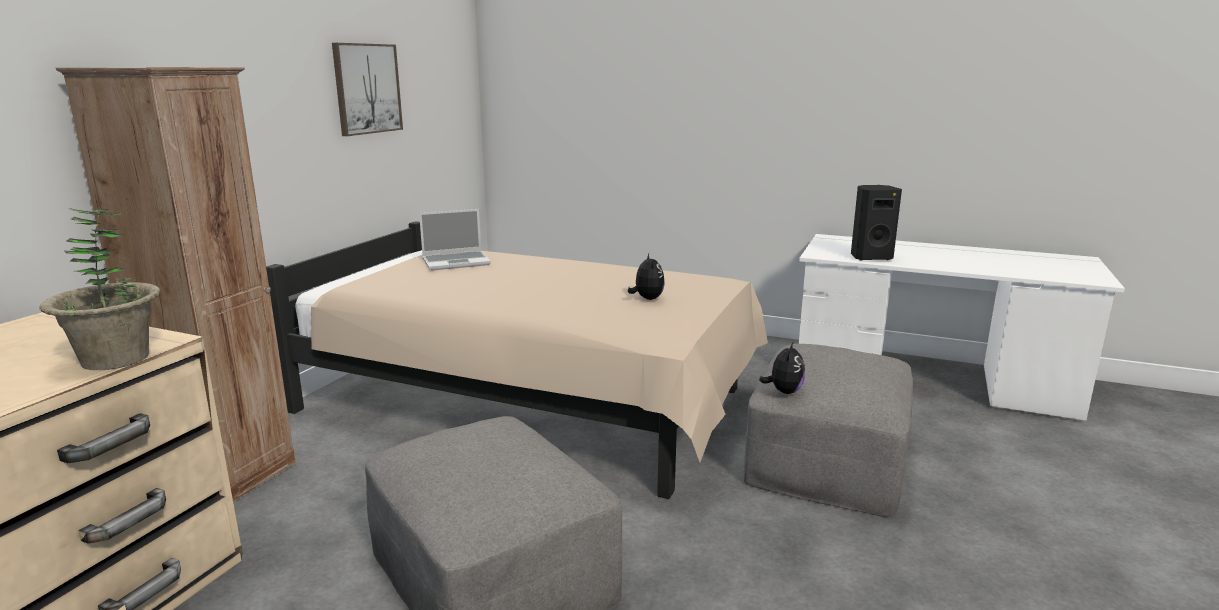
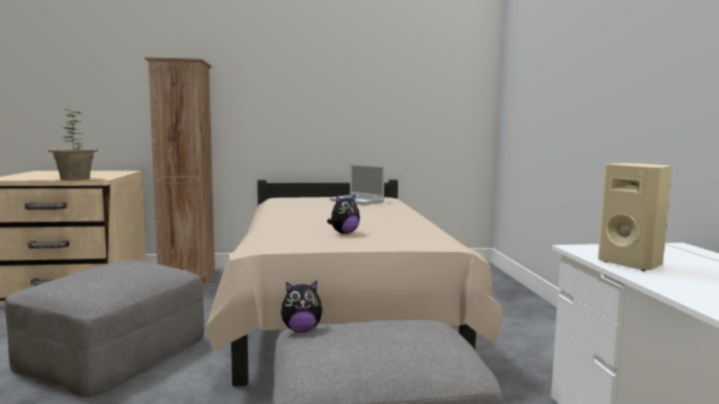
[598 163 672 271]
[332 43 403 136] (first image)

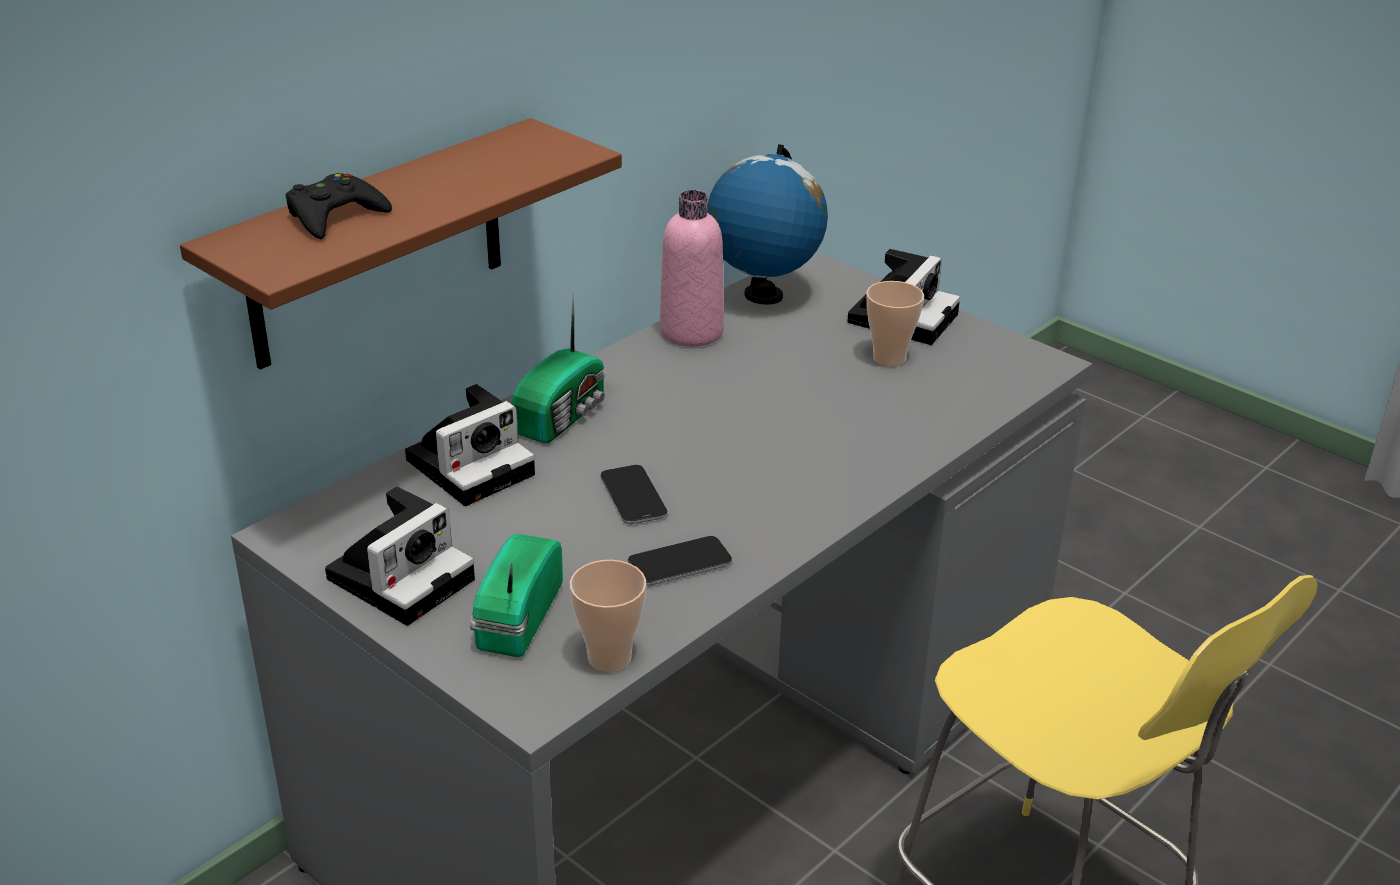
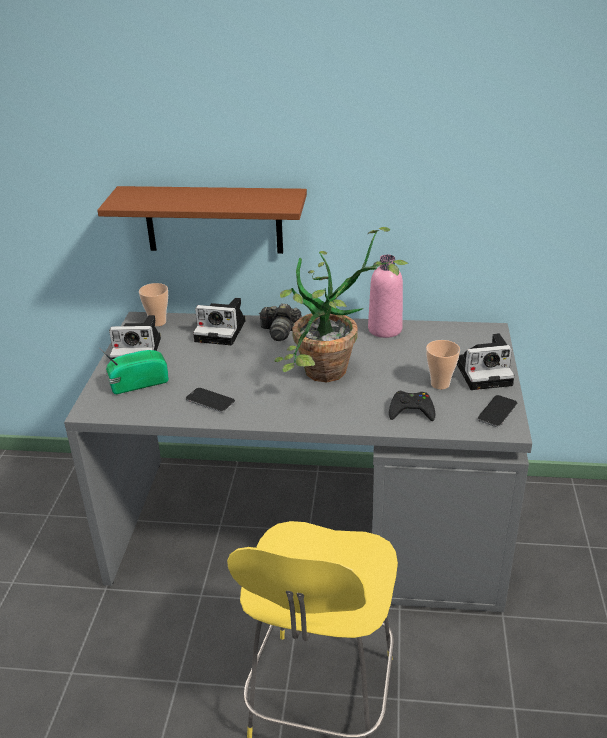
[139 283 168 326]
[259 303 302 341]
[274 227 409 382]
[389 391 436 421]
[478 395 517 427]
[707 144 828 305] (first image)

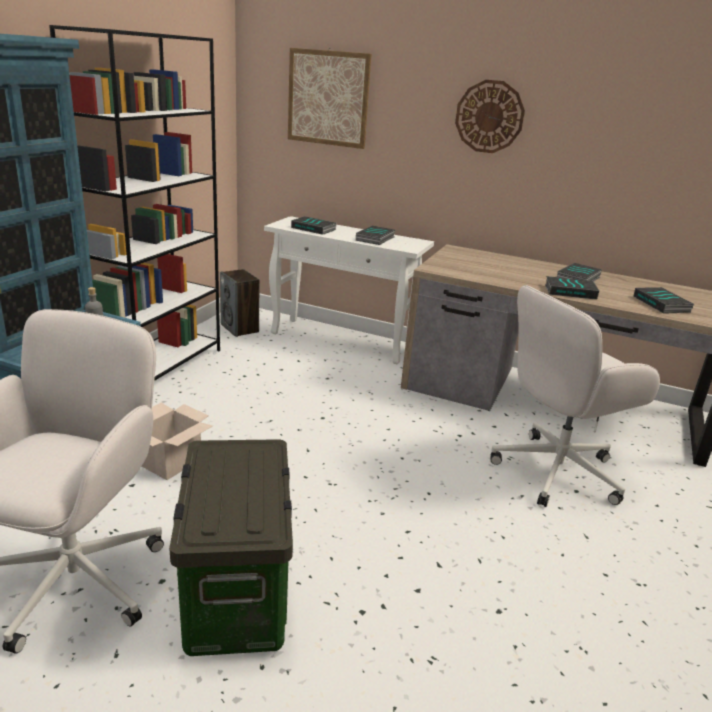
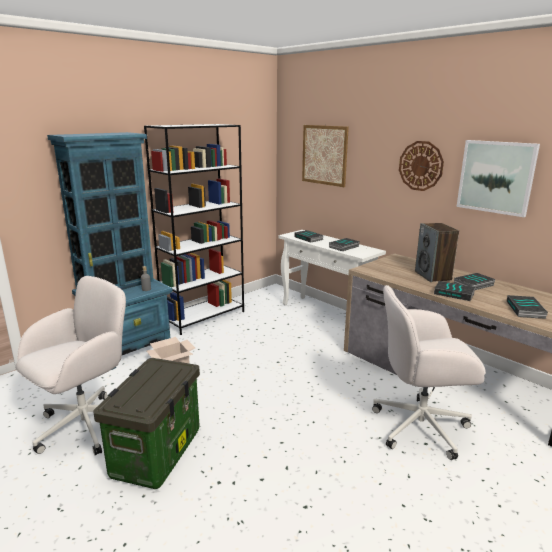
[415 223 459 282]
[456 140 540 217]

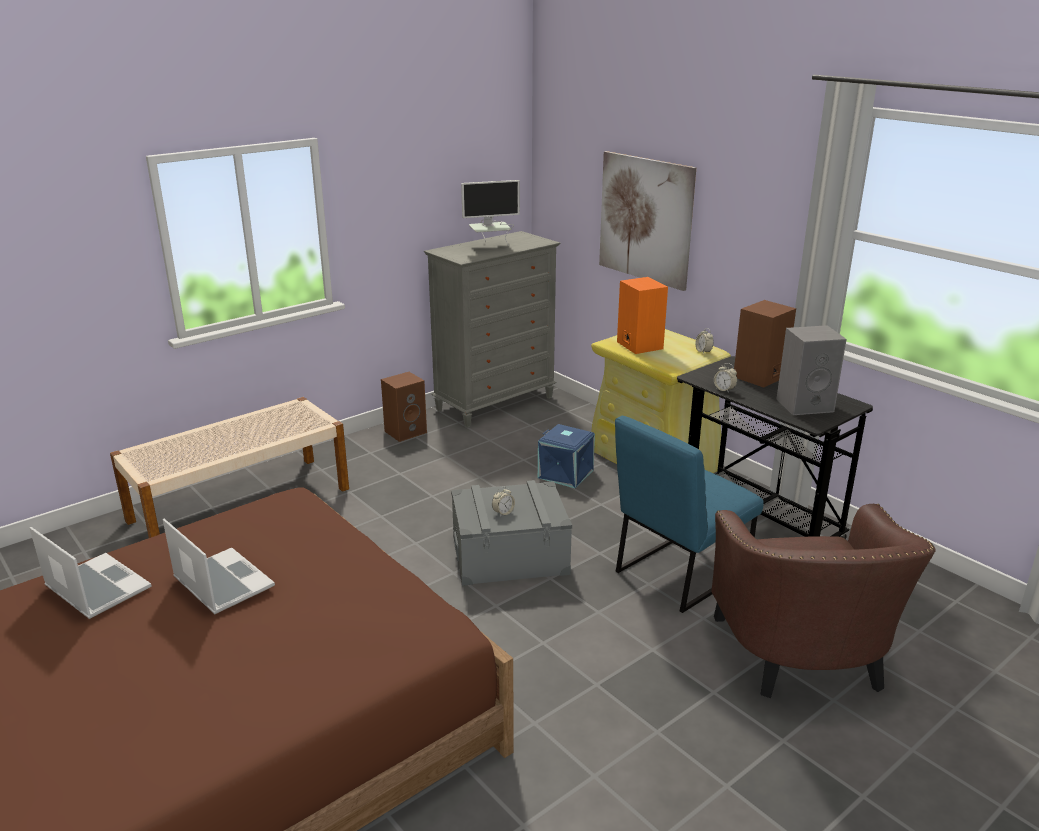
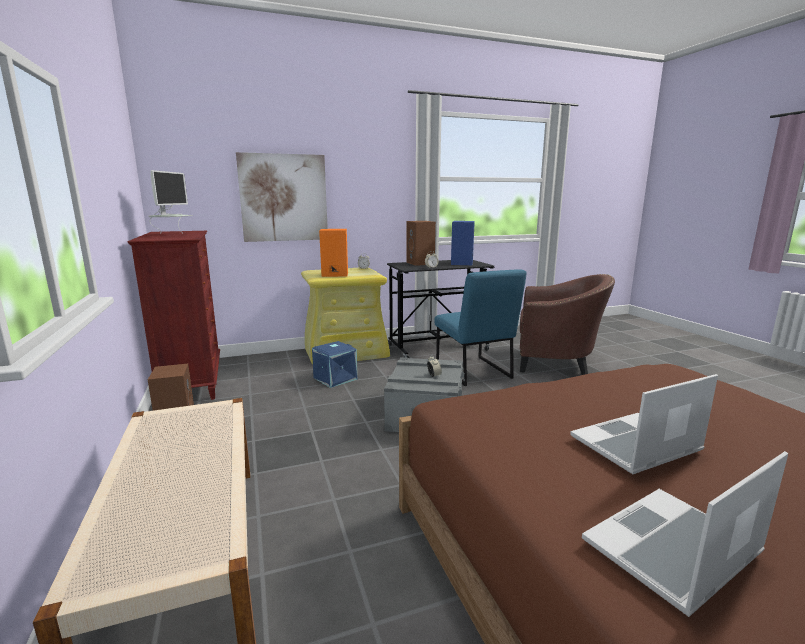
[127 231 220 400]
[451 221 475 265]

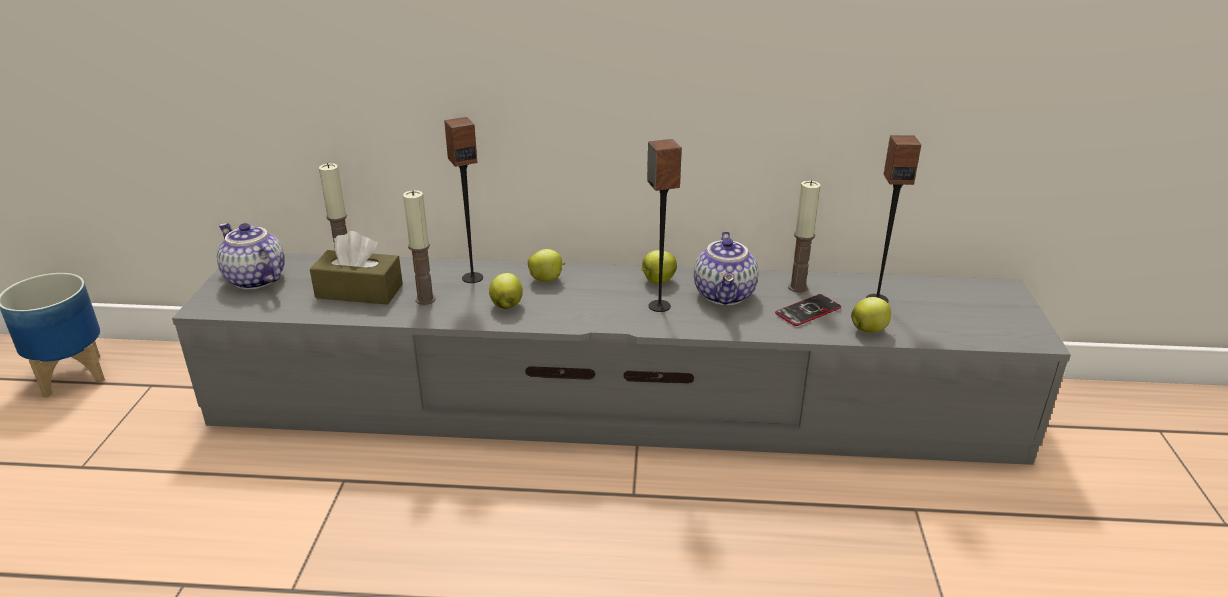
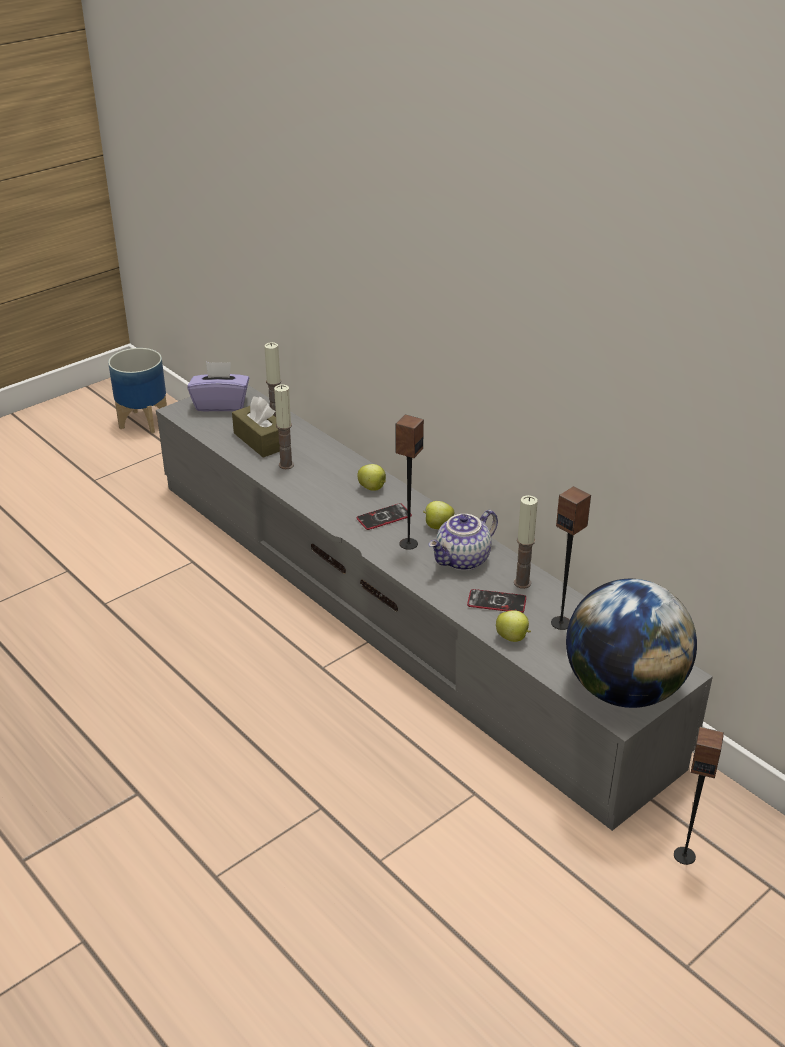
[187 362 249 411]
[357 503 412 530]
[566 579 697 708]
[674 727 724 865]
[489 273 523 309] (first image)

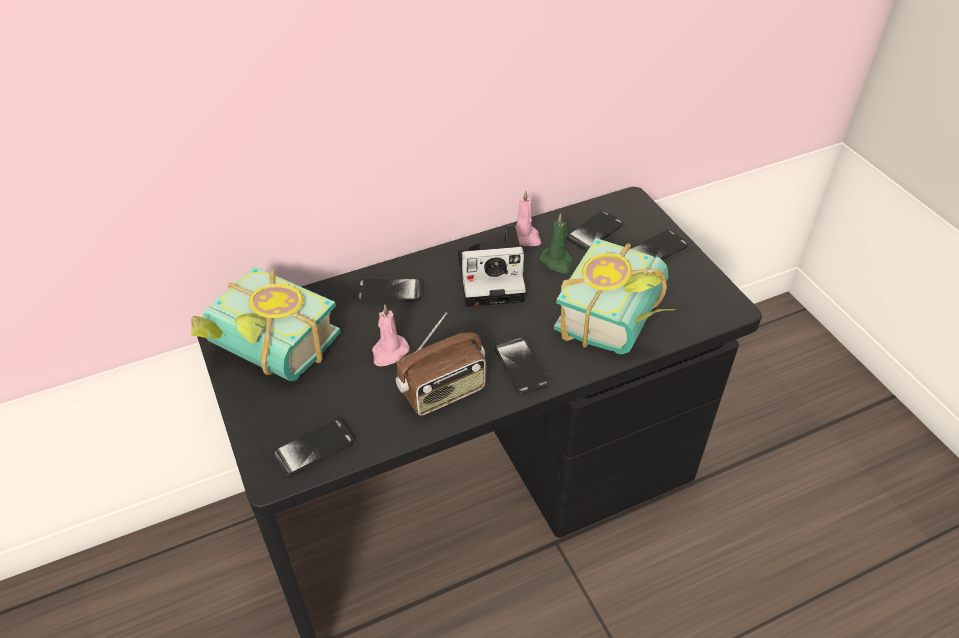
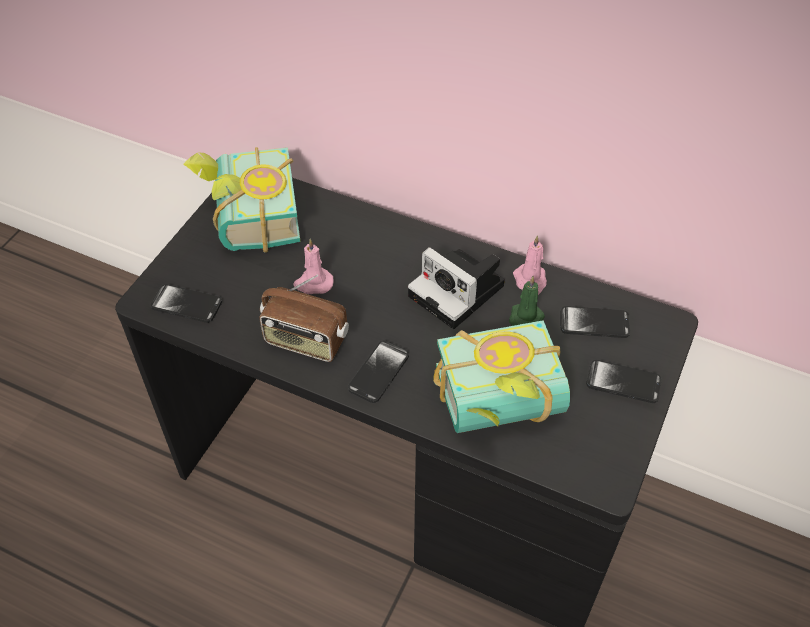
[357 278 422 303] (first image)

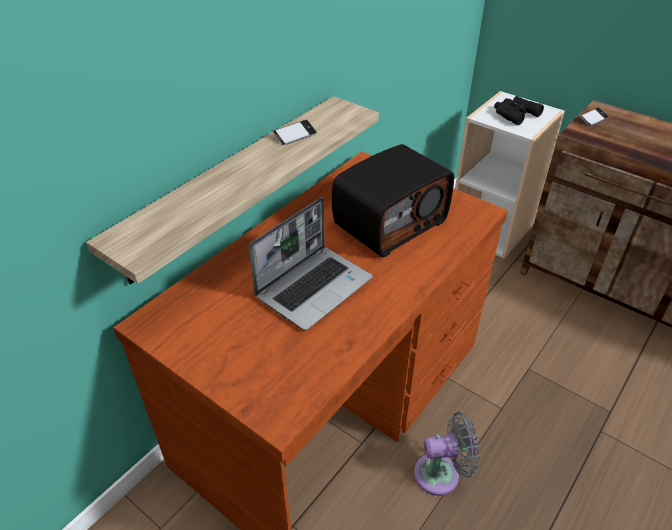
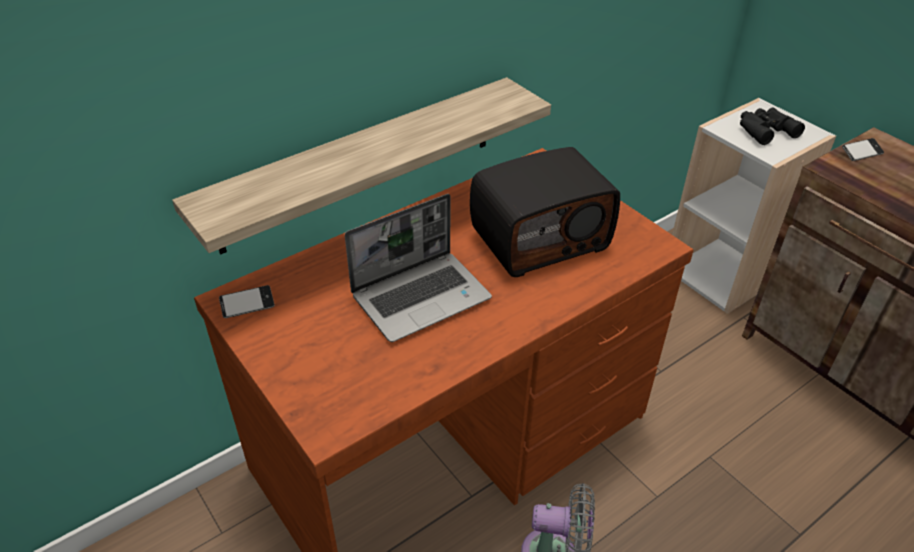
[219 285 275 318]

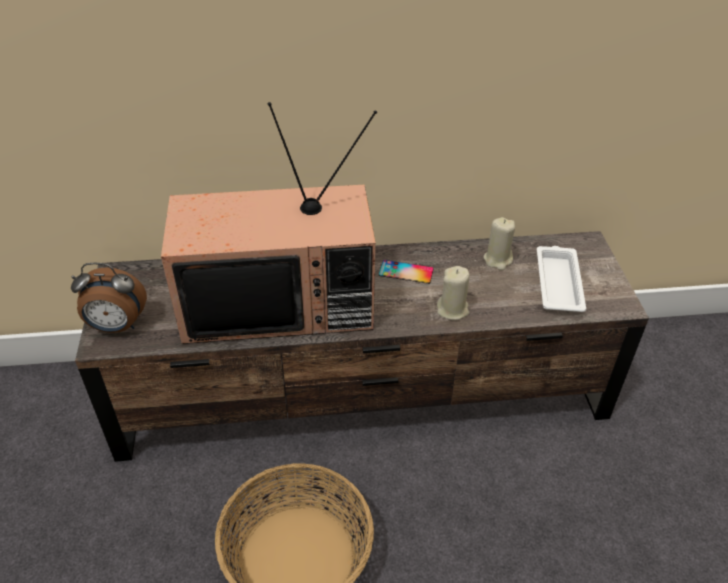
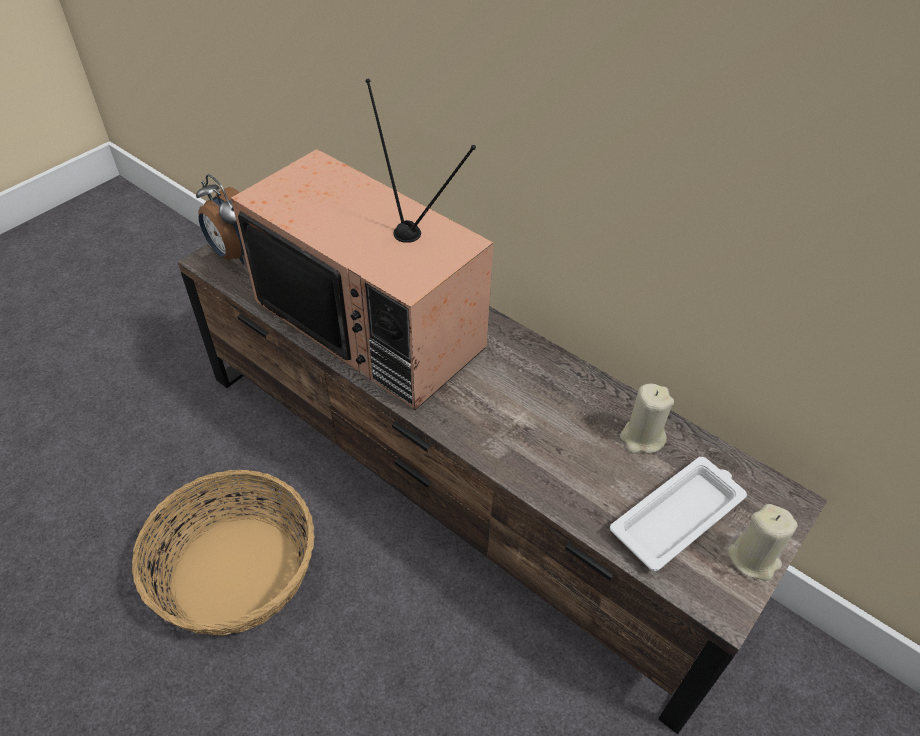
[728 504 798 580]
[379 260 434 284] (first image)

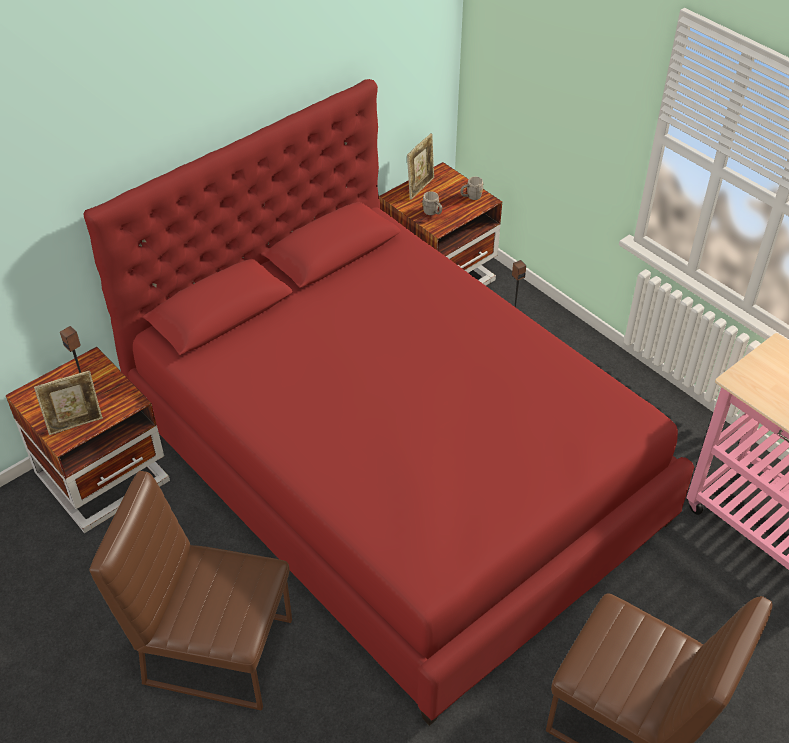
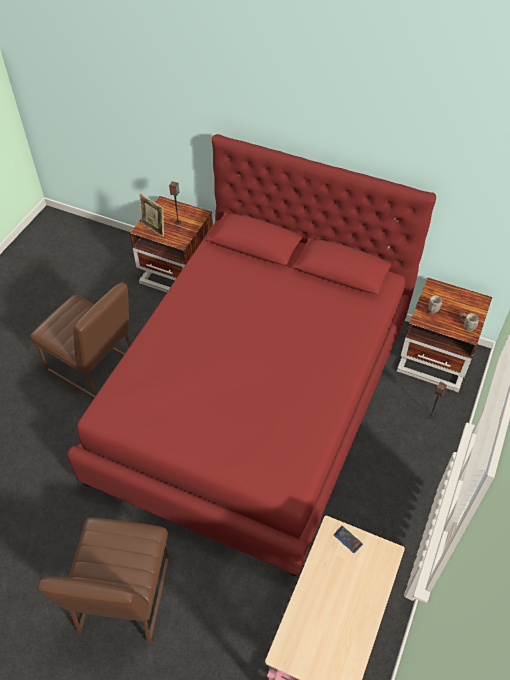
[30 282 131 398]
[333 526 363 553]
[407 133 434 200] (first image)

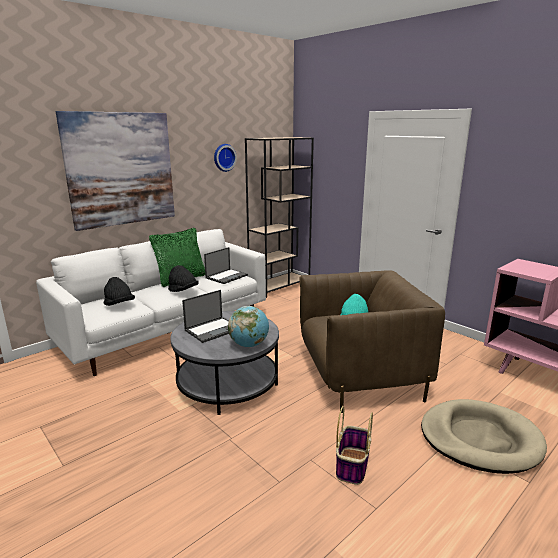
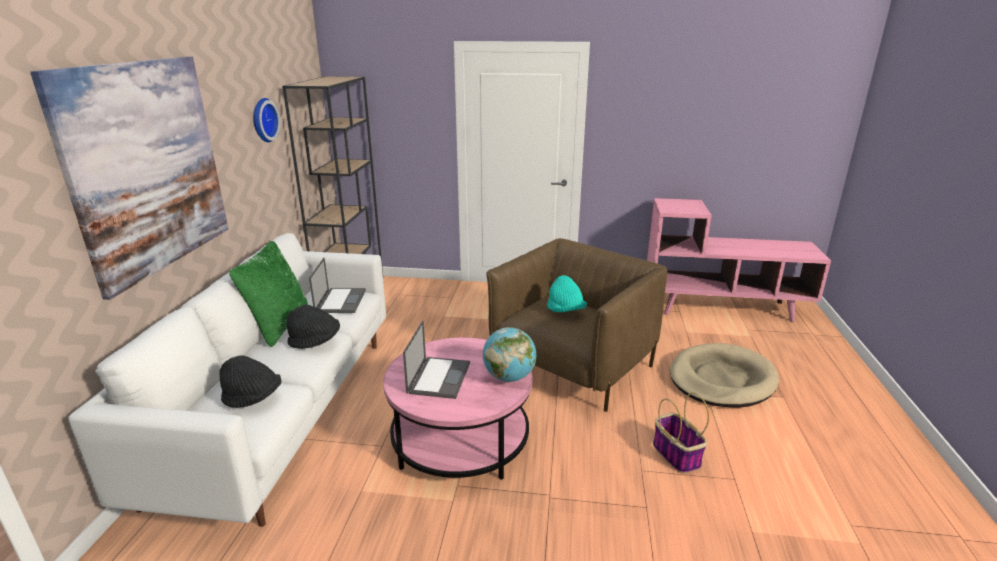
[383 337 533 480]

